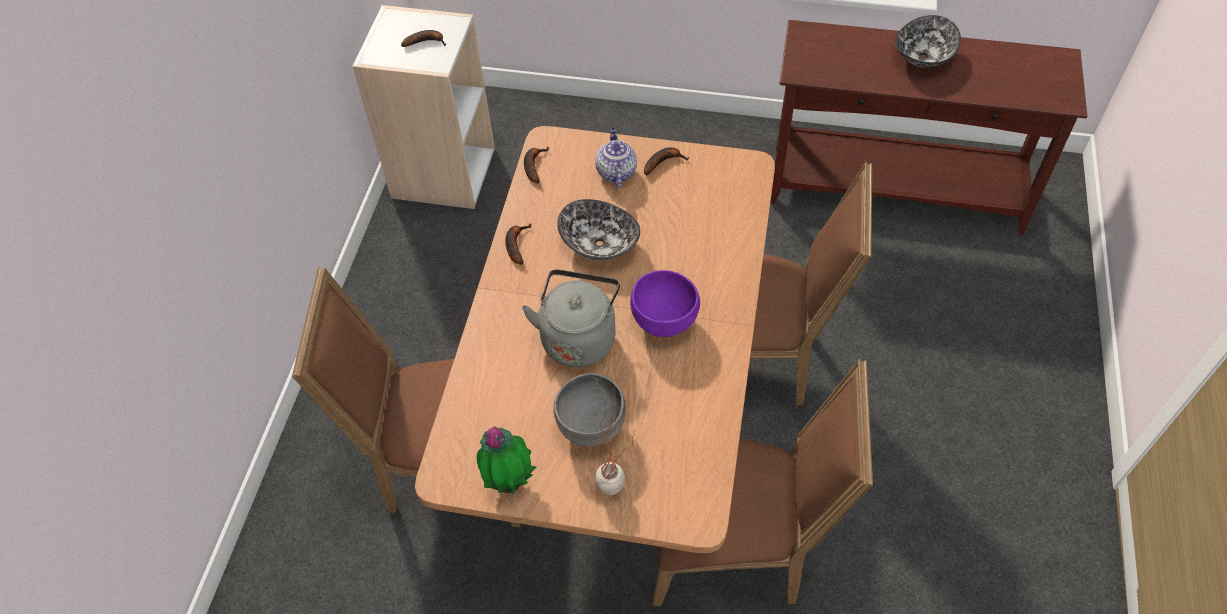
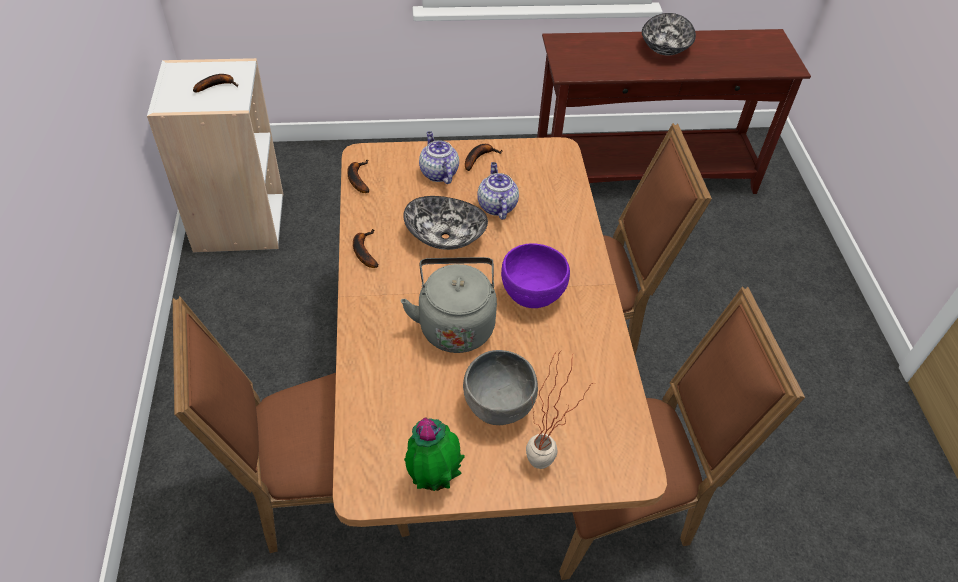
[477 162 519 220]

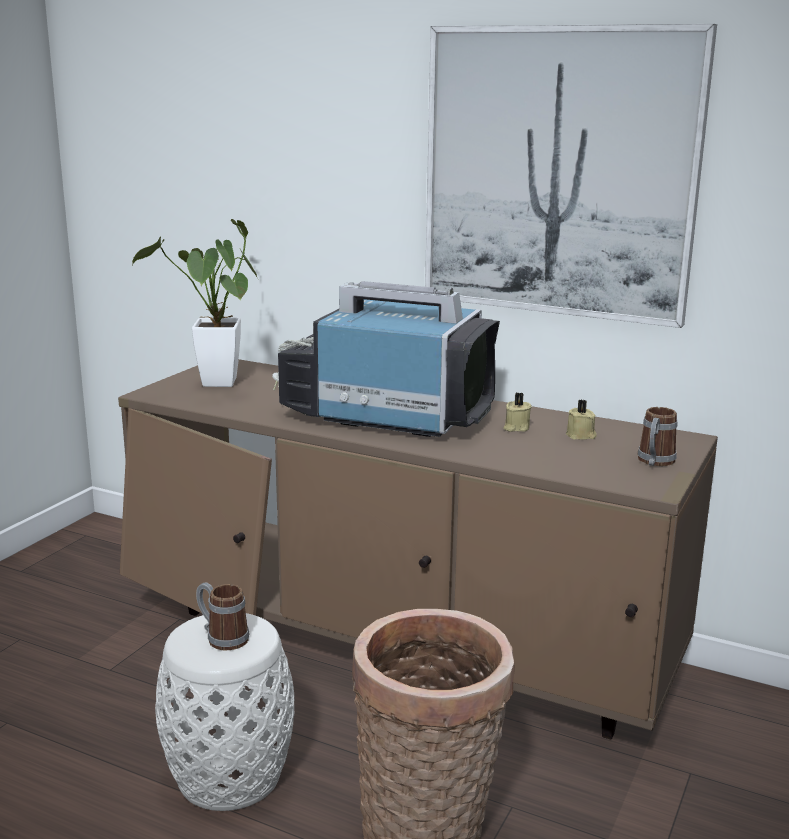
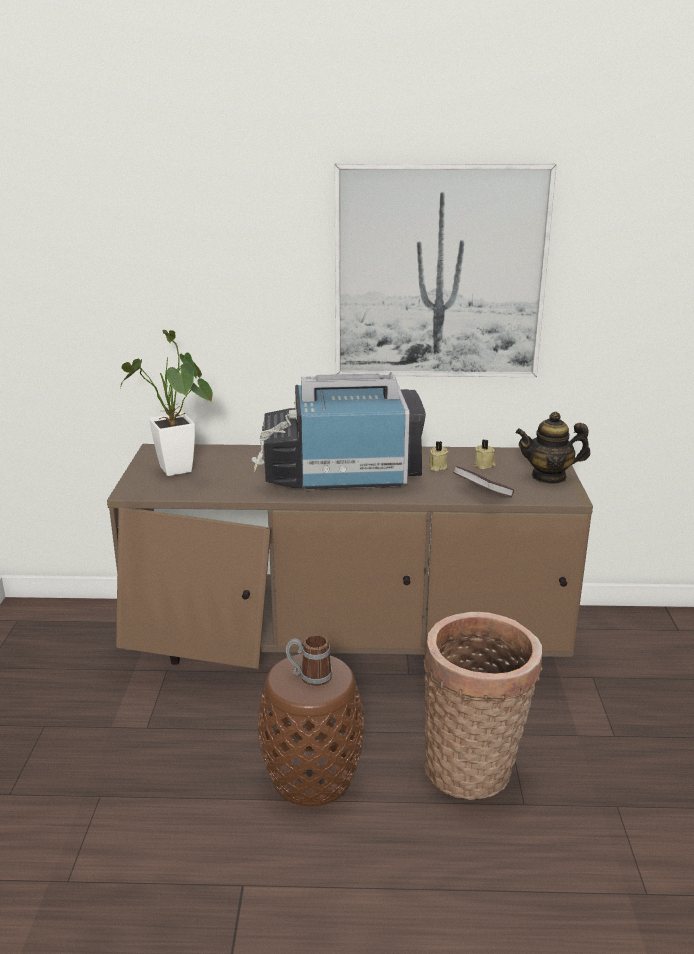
[258 654 365 806]
[453 466 514 497]
[516 412 590 484]

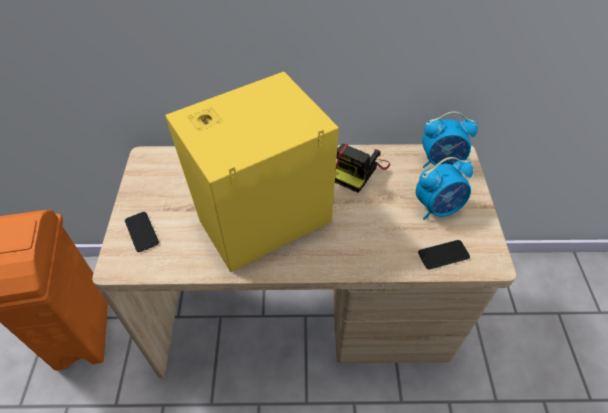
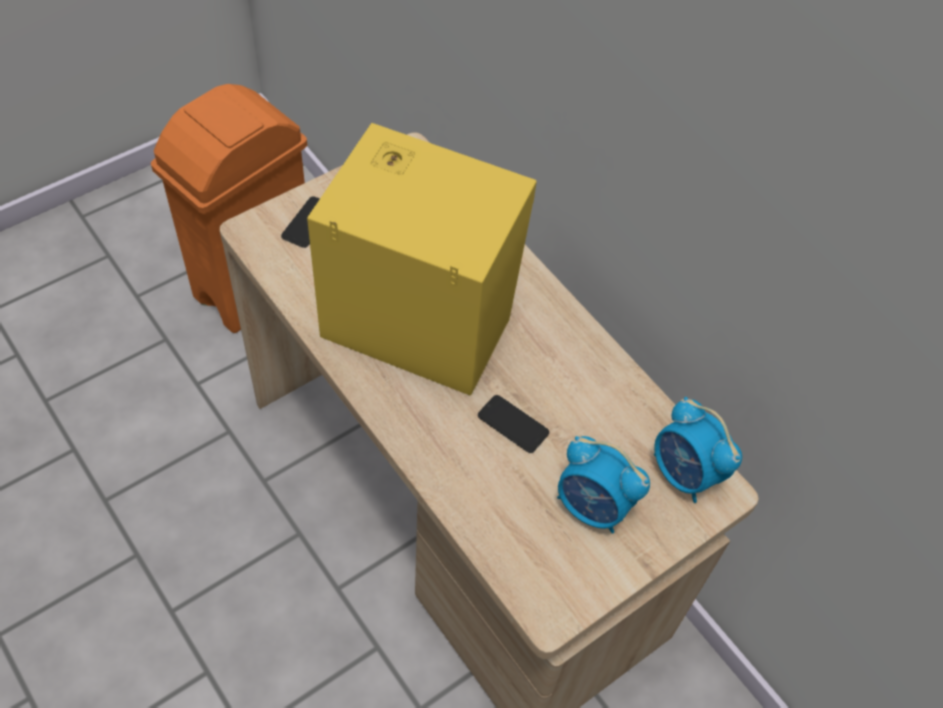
[478 395 549 453]
[335 144 390 193] (first image)

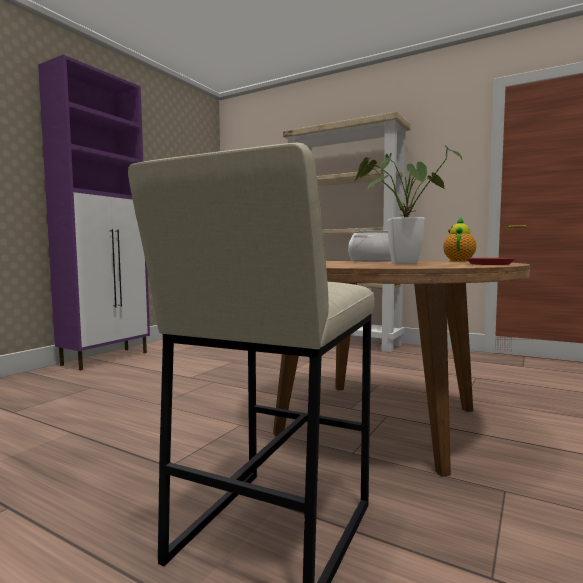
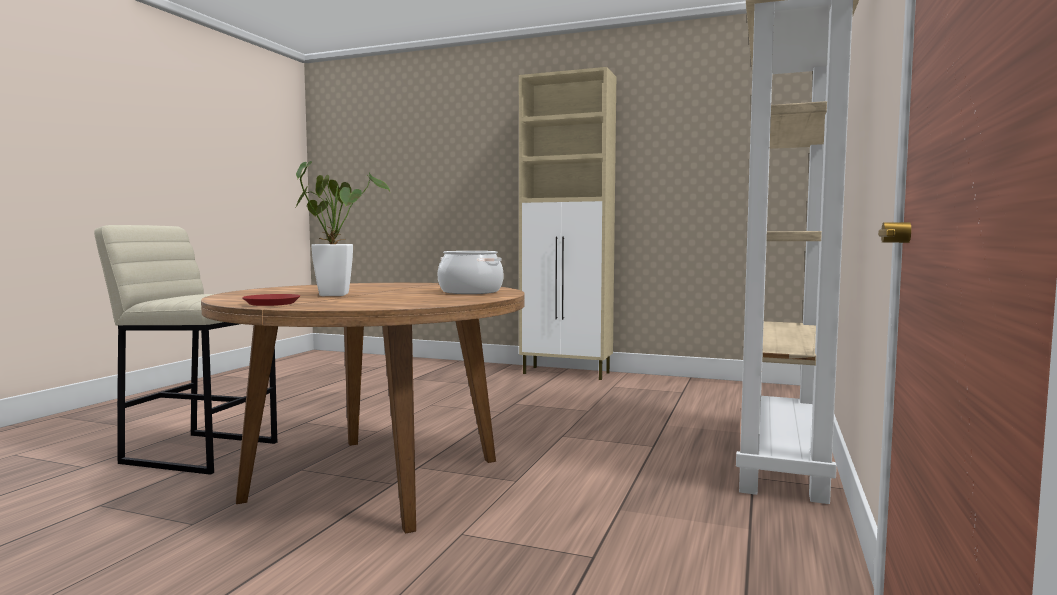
[519 67 616 380]
[443 217 476 261] (first image)

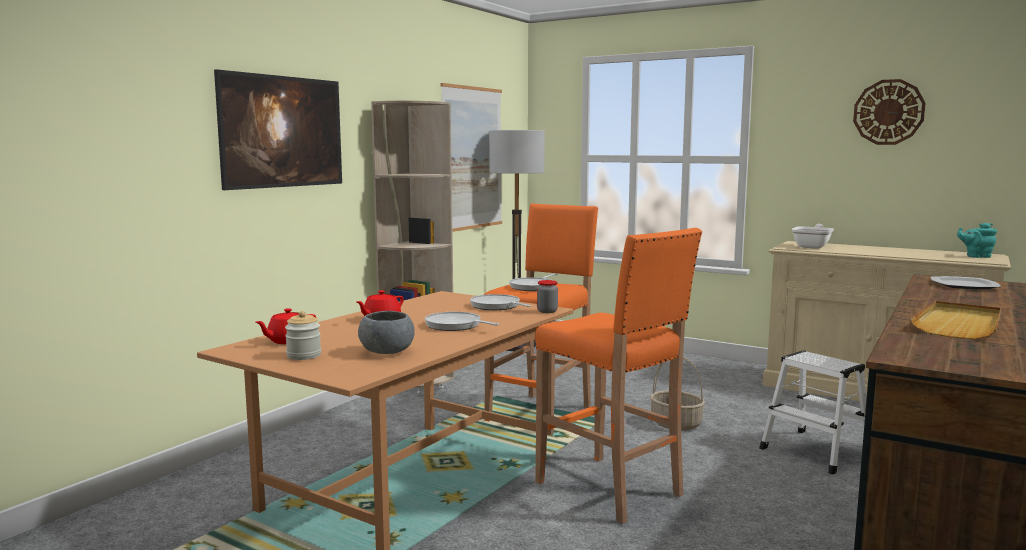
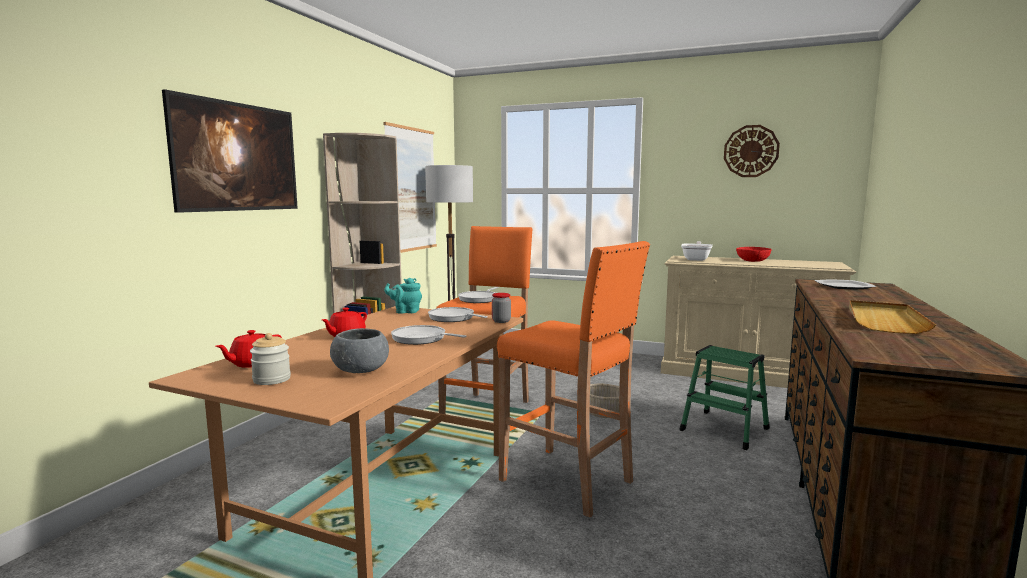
[384 278 422 314]
[679 345 770 450]
[736 247 771 262]

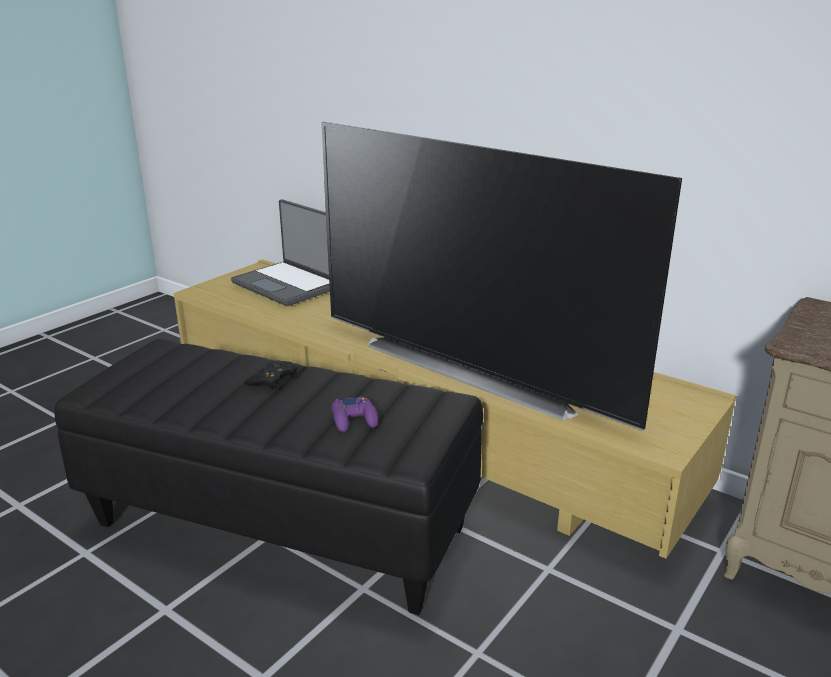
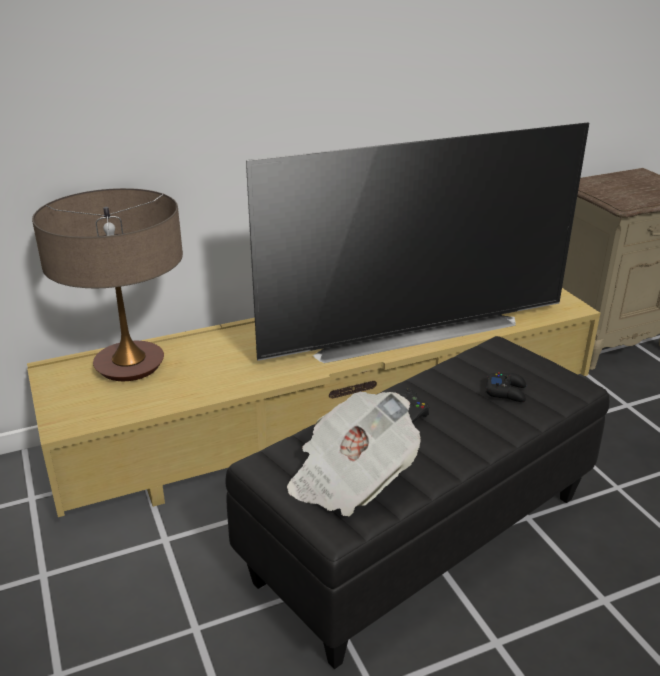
[32 188 183 381]
[287 391 421 516]
[486 372 526 402]

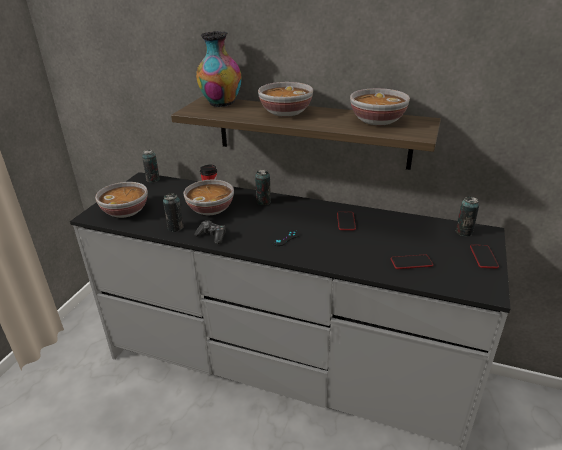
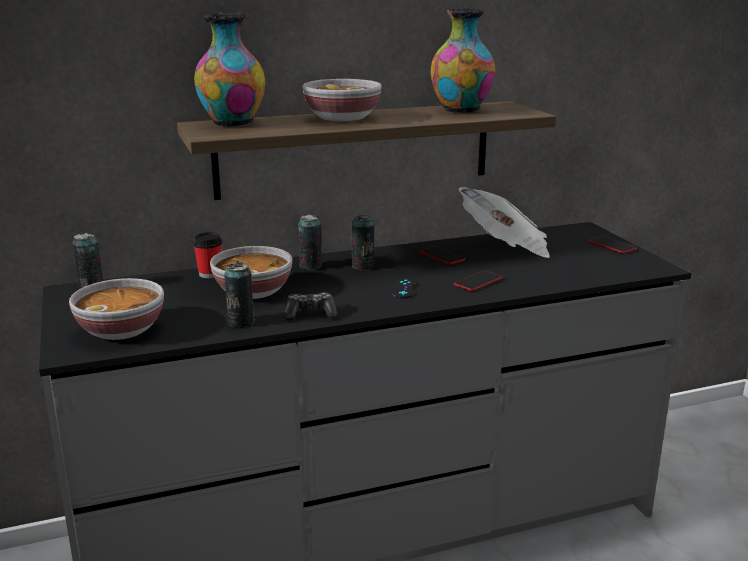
[352 215 374 270]
[431 8 495 113]
[454 271 503 291]
[459 187 550 258]

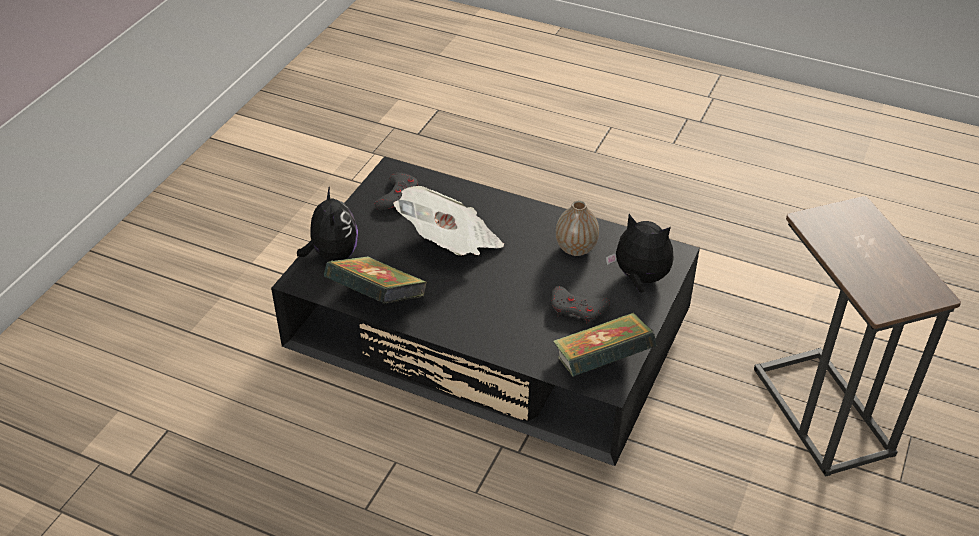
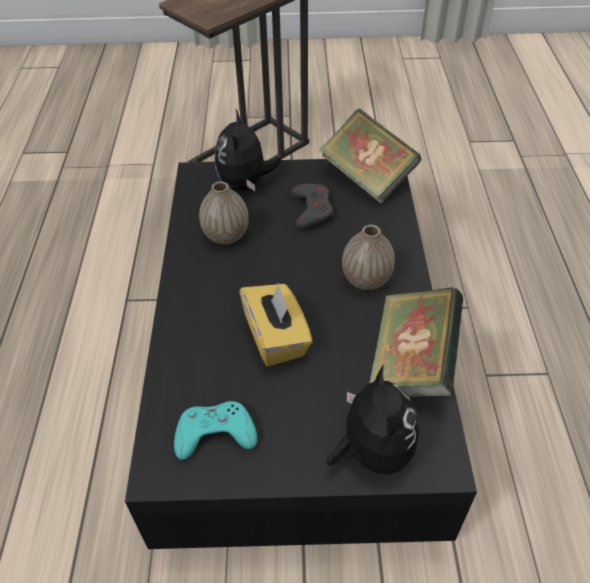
[174 401 257 460]
[239 282 312 367]
[326 364 419 474]
[342 225 395 290]

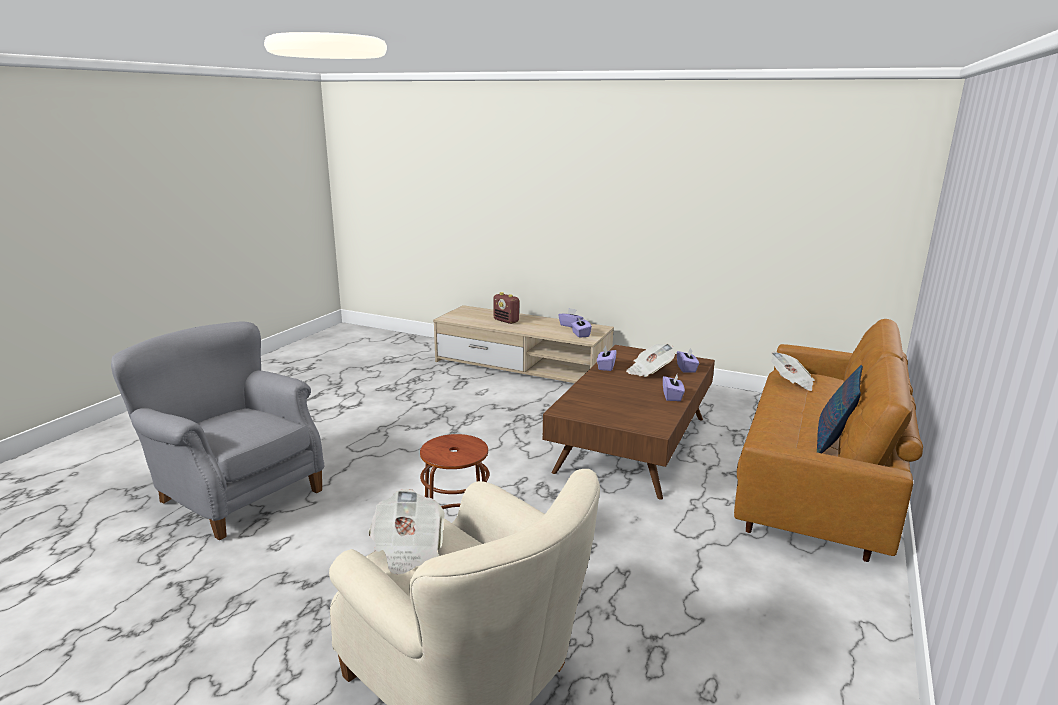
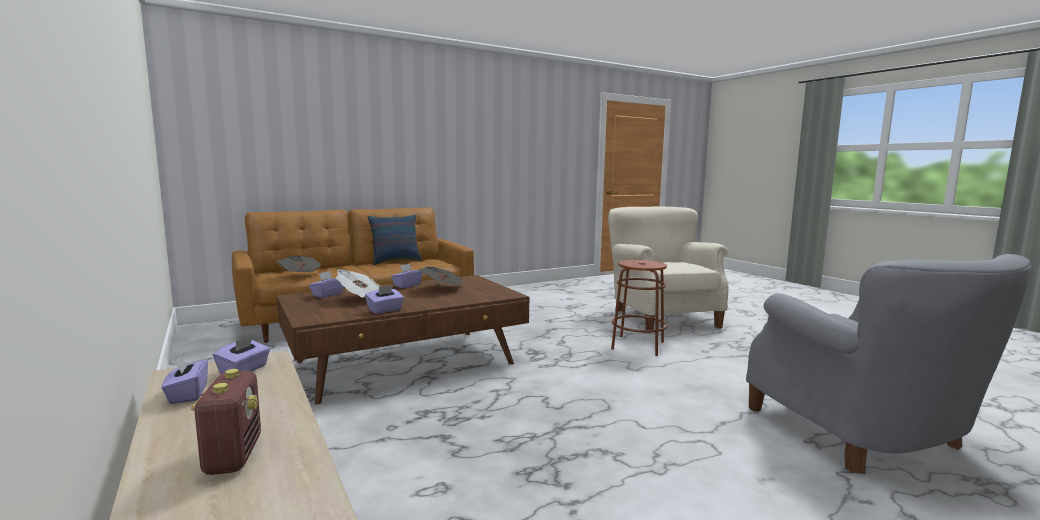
[419 267 464 285]

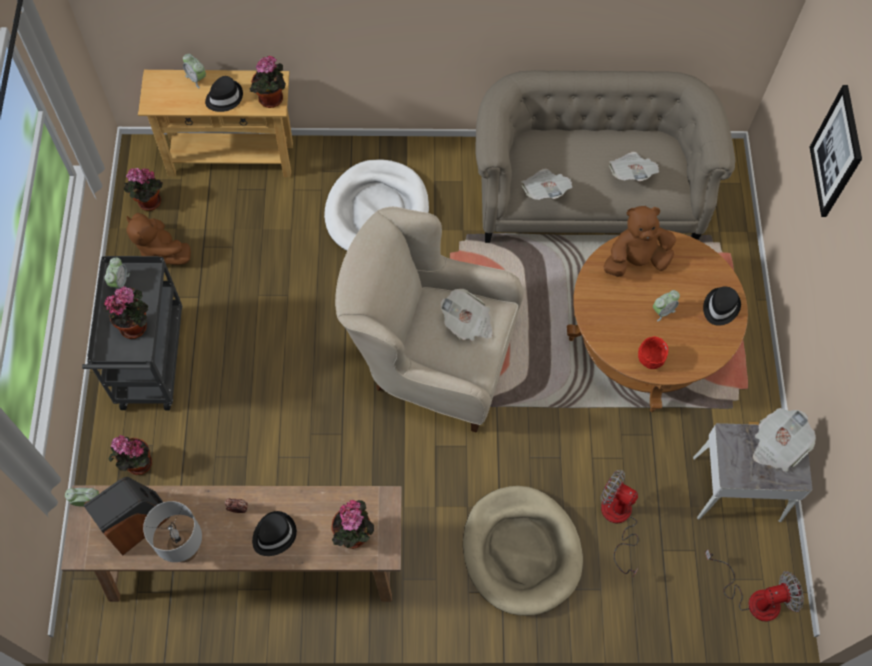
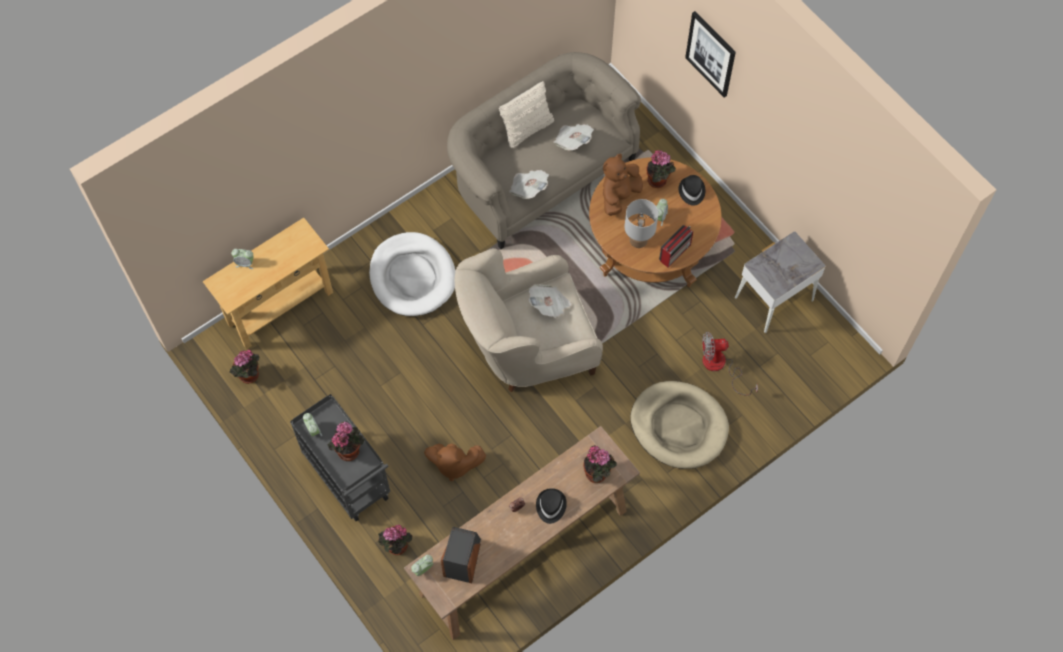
[424 443 486 481]
[499 81 554 148]
[624 199 658 248]
[647 150 676 188]
[659 225 693 267]
[205 76 243 112] (first image)
[705 549 804 622] (first image)
[753 408 816 472] (first image)

